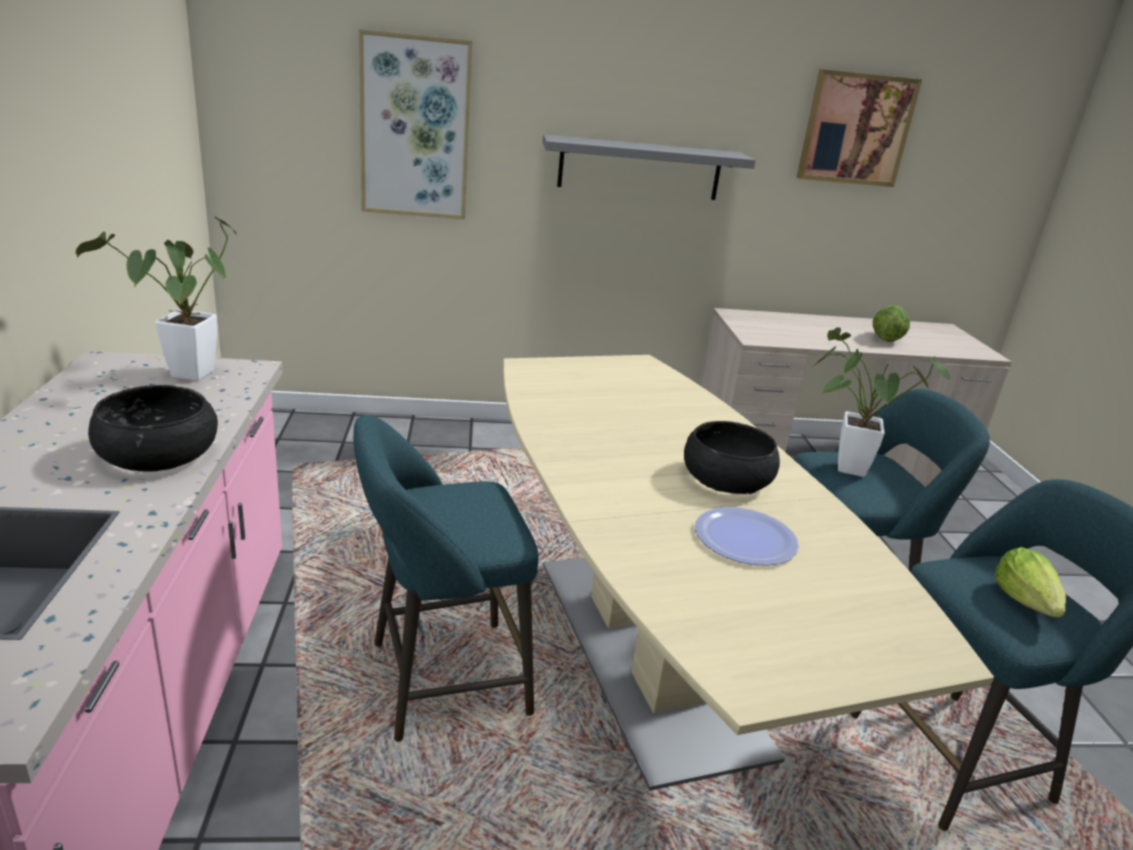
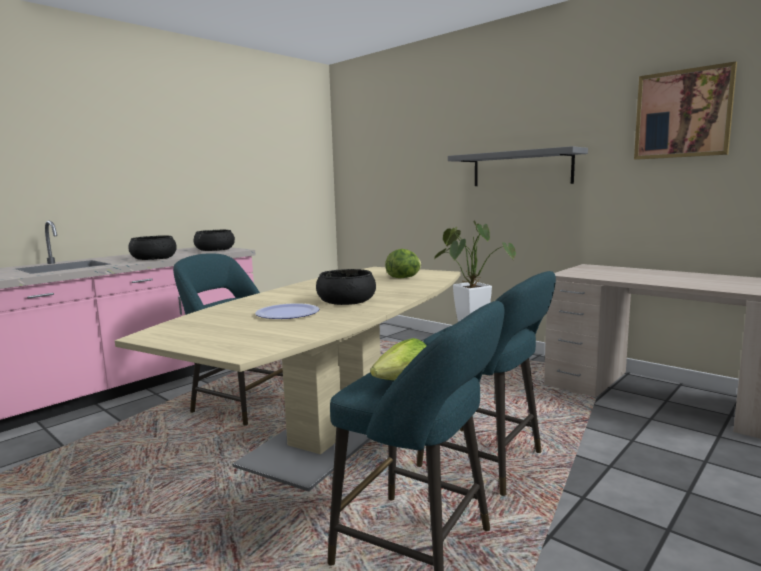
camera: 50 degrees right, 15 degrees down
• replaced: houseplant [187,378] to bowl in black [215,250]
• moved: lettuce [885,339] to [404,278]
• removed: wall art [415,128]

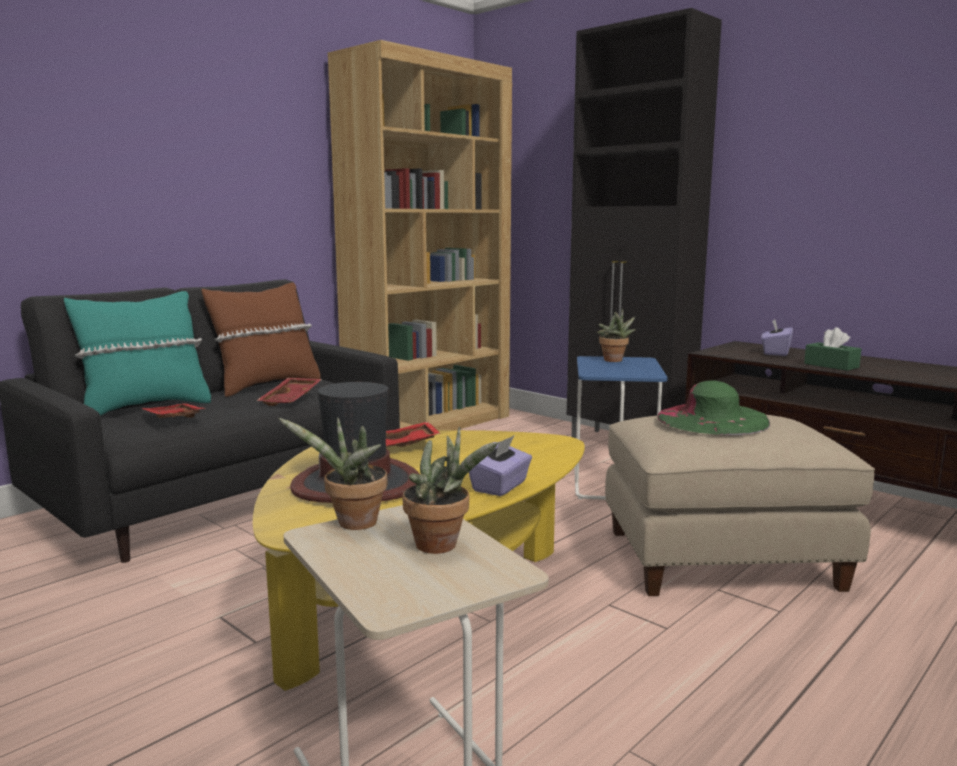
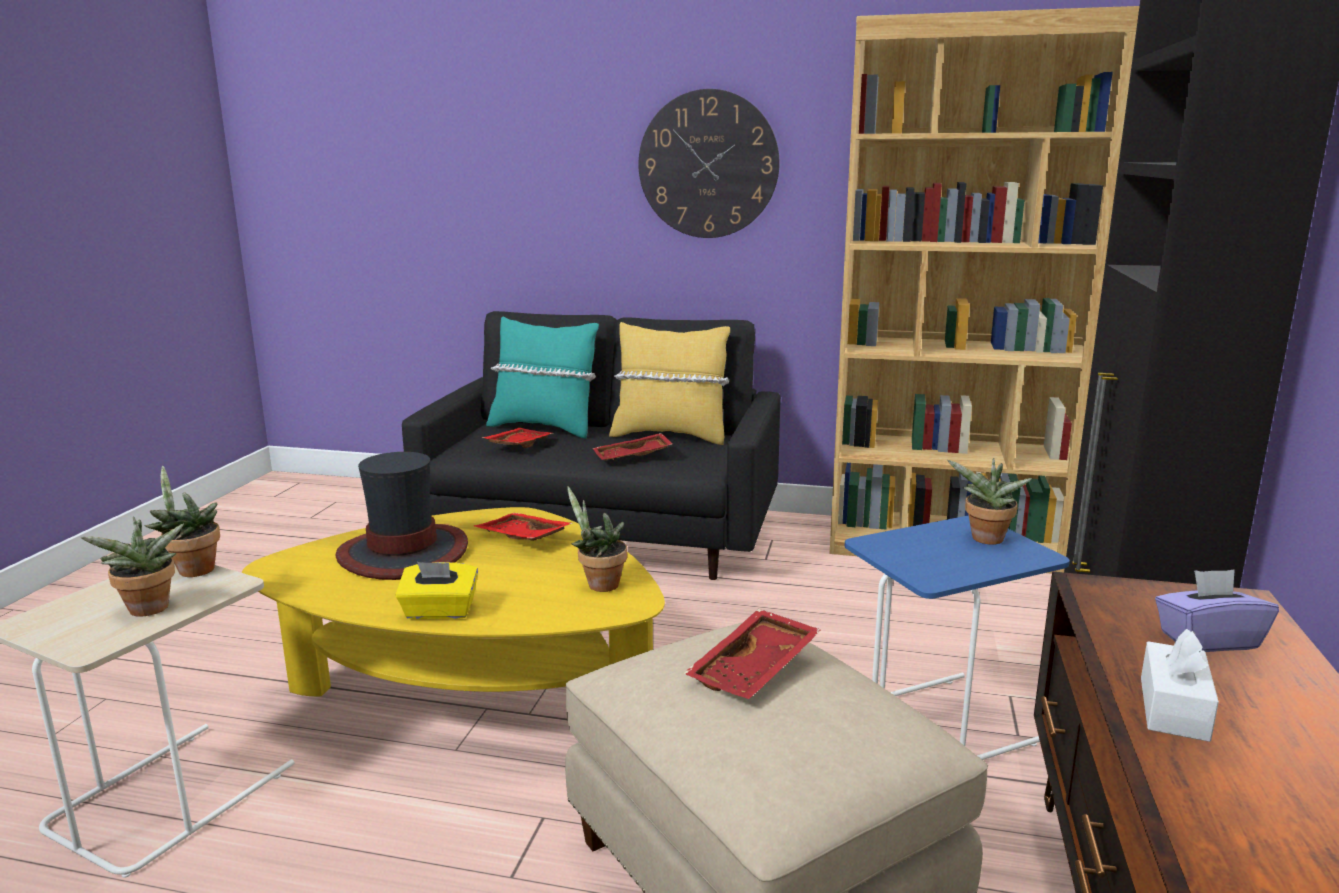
camera: 60 degrees right, 5 degrees up
• recoloured: tissue holder in purple [500,486] to tissue holder in yellow-coloured [439,612]
• added: houseplant [599,584]
• recoloured: cushion in brown [266,386] to cushion in yellow-coloured [670,435]
• added: hanging clock [708,165]
• replaced: hat in green-coloured [712,419] to carrying tray in reddish [756,670]
• recoloured: tissue holder in green-coloured [831,365] to tissue holder in white-coloured [1173,708]

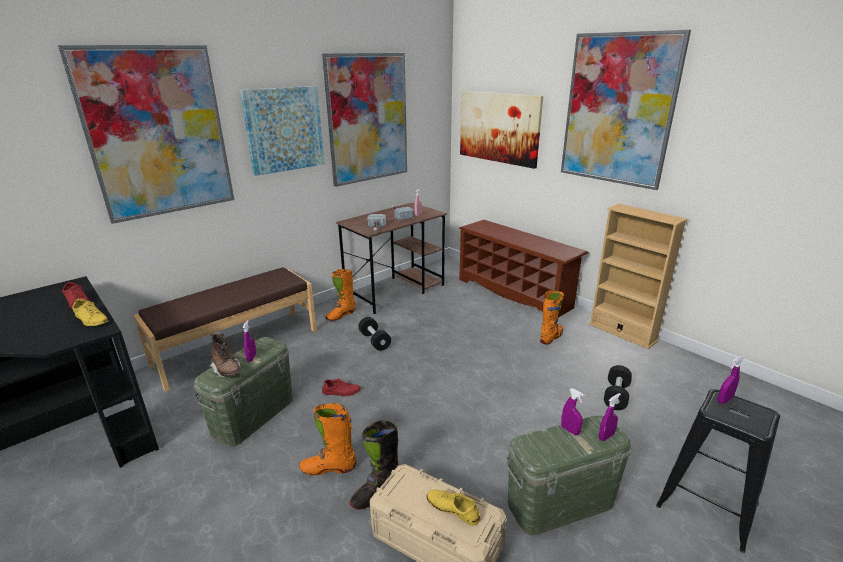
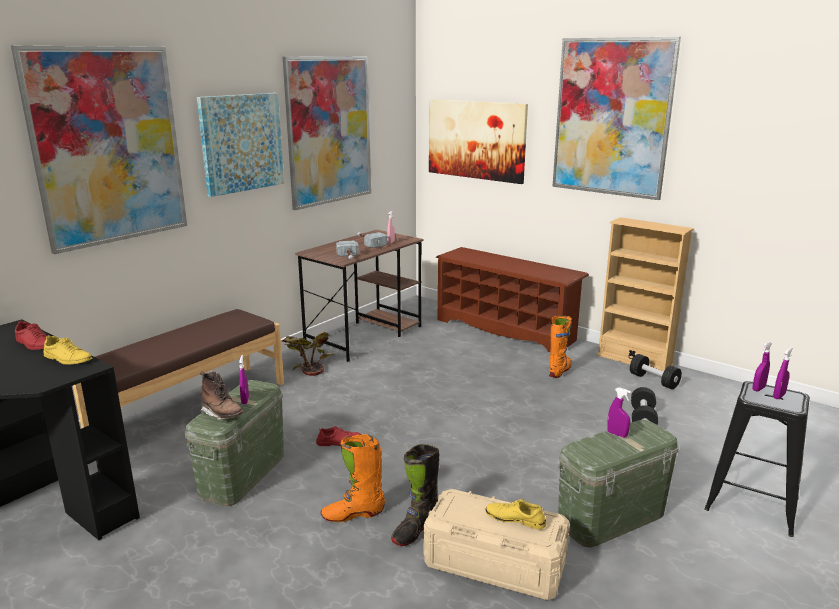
camera: 10 degrees left, 5 degrees down
• replaced: tall boot in orangey [341,315] to houseplant [307,365]
• moved: free weight in black [374,341] to [653,381]
• moved: hand sprayer in purple [606,436] to [779,396]

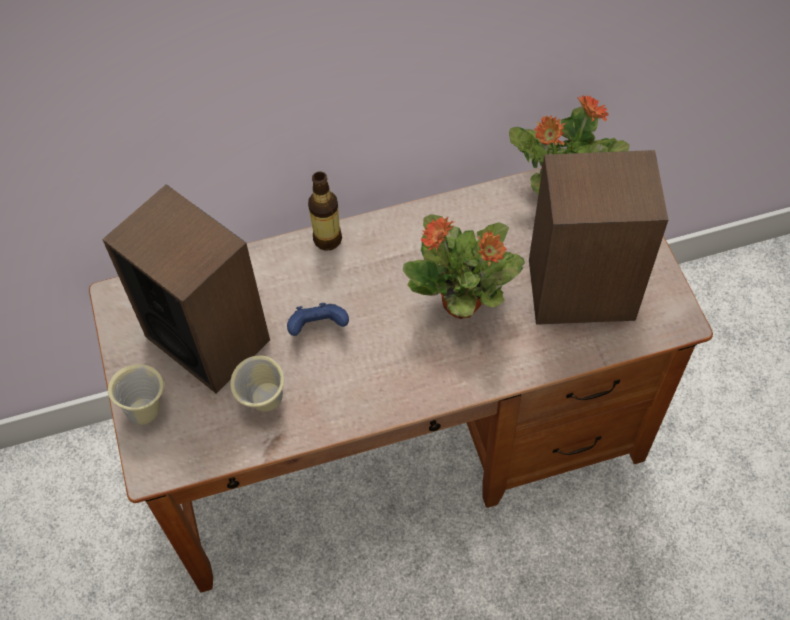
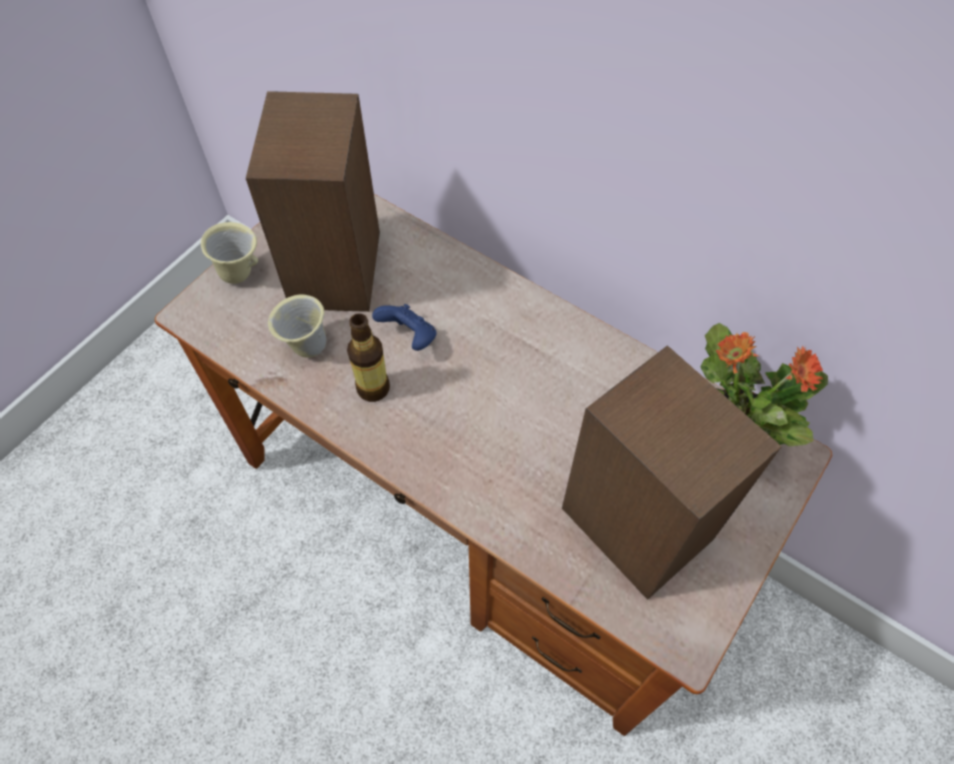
camera: 50 degrees right, 0 degrees up
• moved: beverage bottle [327,239] to [373,388]
• removed: houseplant [463,303]

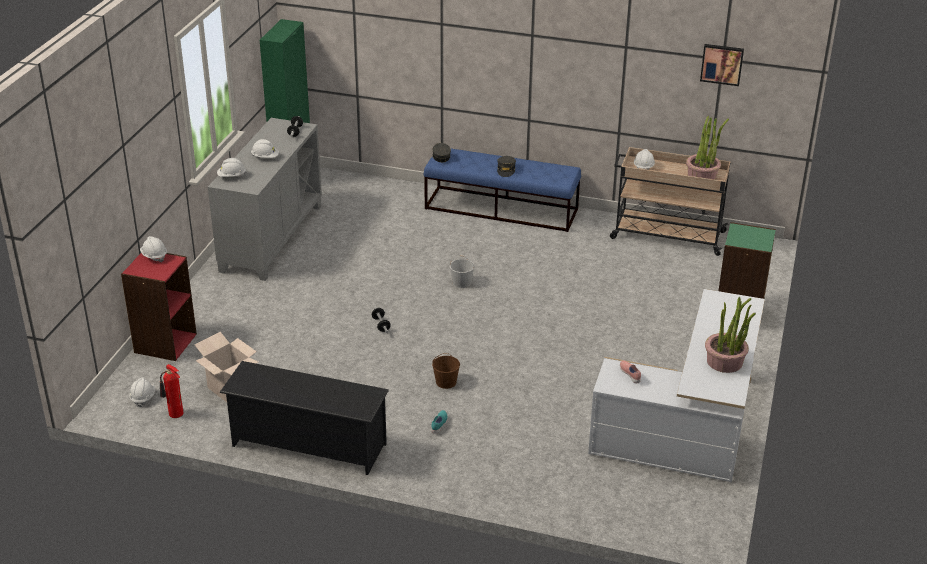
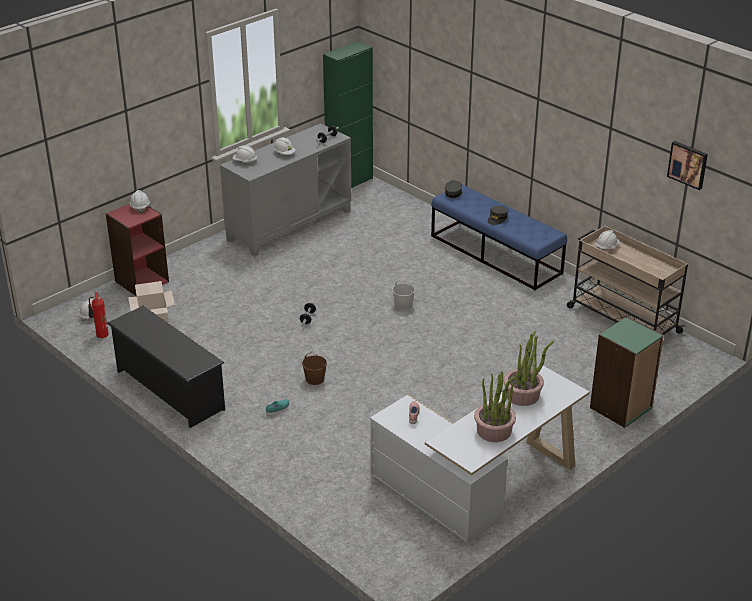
camera: 30 degrees right, 0 degrees up
• moved: houseplant [702,176] to [523,395]

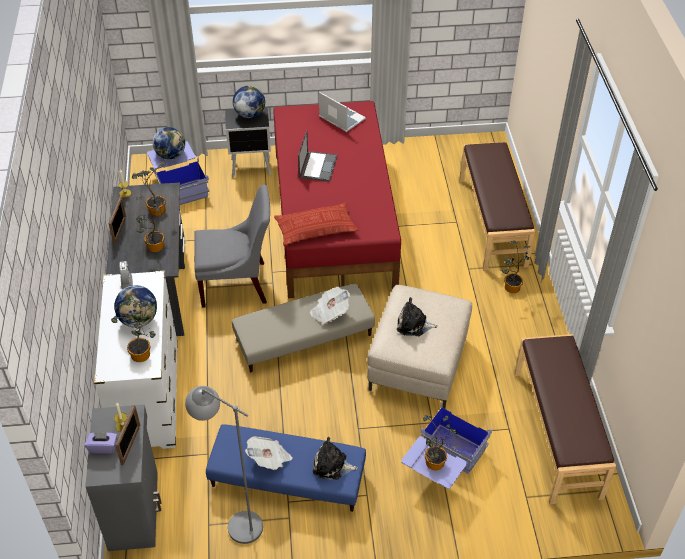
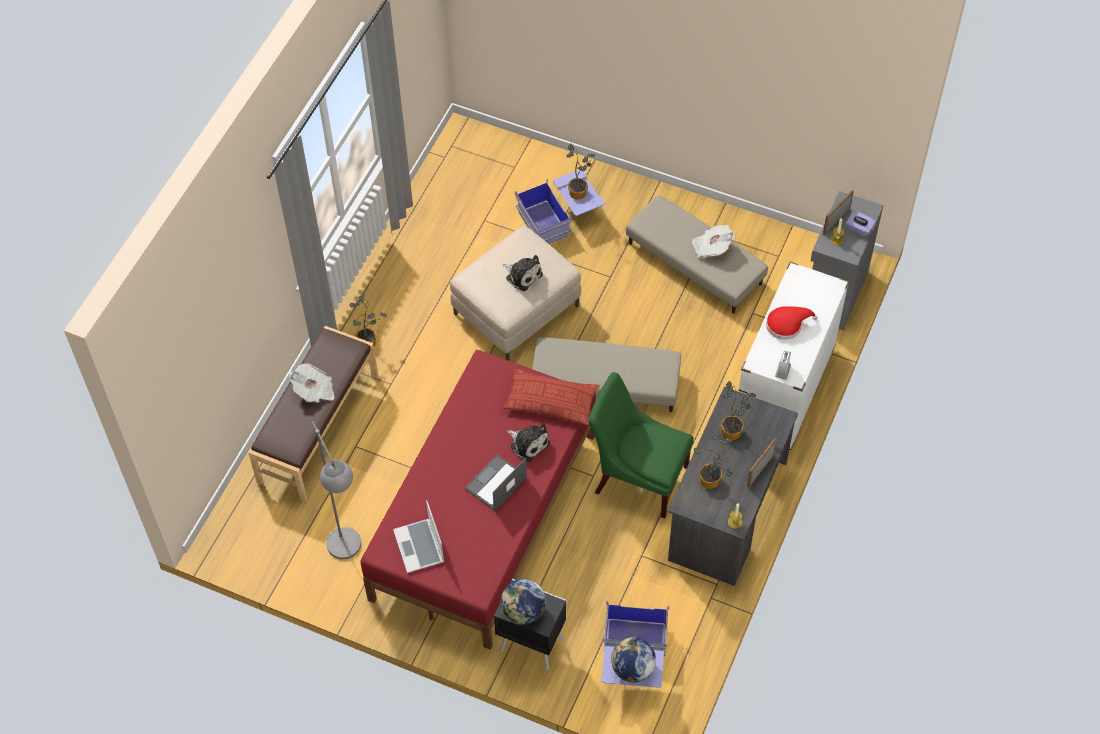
camera: 150 degrees left, 10 degrees up
• moved: daily paper [329,312] to [314,390]
• moved: floor lamp in grey [235,521] to [349,554]
• moved: soft toy [332,466] to [528,443]
• recoloured: upright chair in grey [237,284] to upright chair in green-coloured [637,476]
• recoloured: pouffe in blue-coloured [287,478] to pouffe in beige-coloured [695,263]
• replaced: world globe [139,320] to hat in reddish [787,324]
• removed: houseplant [142,356]
• removed: indoor bench in brown [557,433]

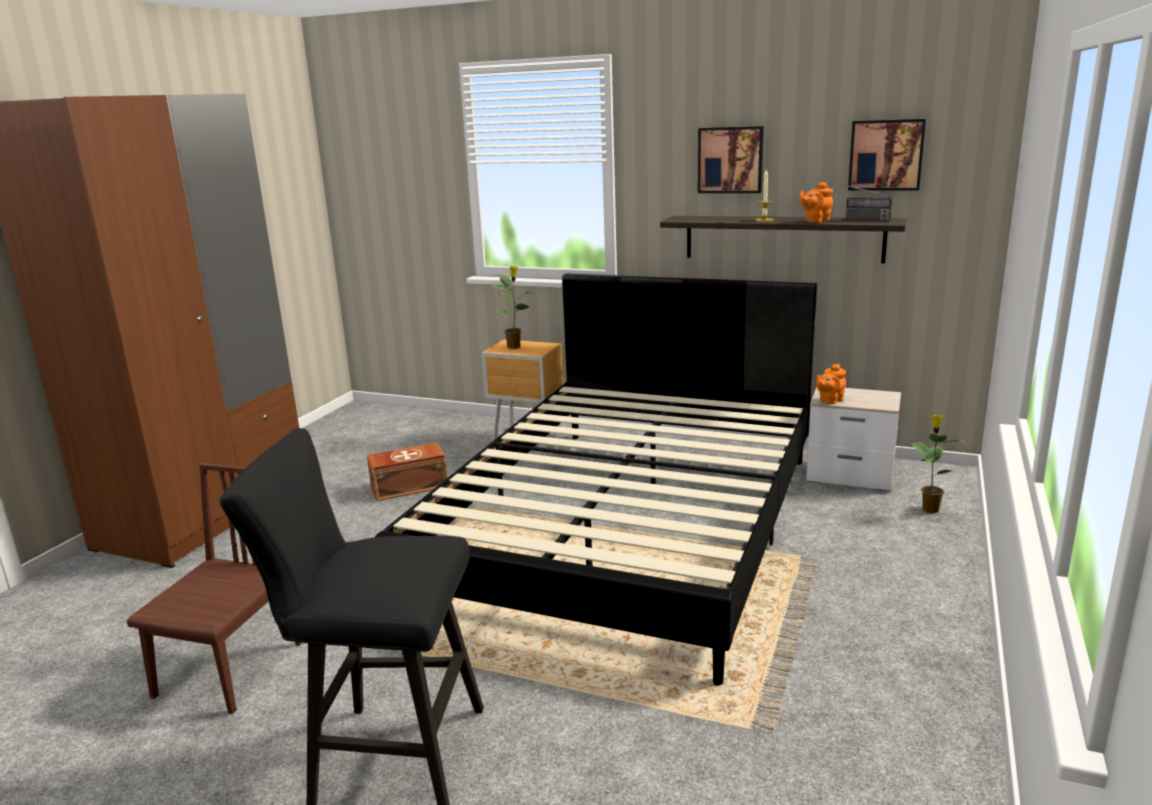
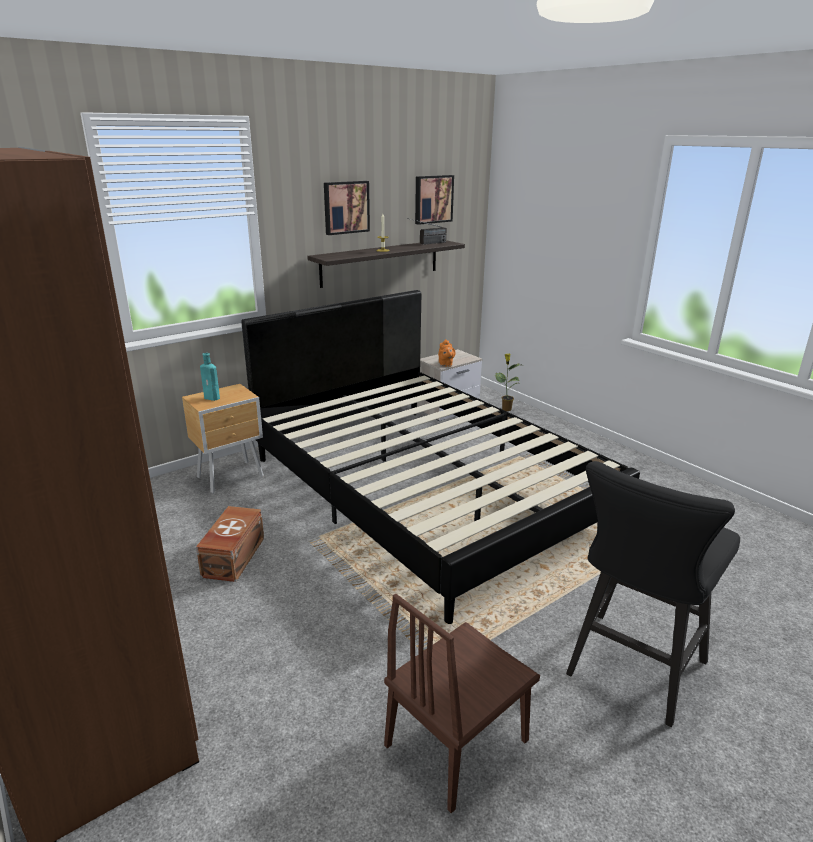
camera: 60 degrees left, 5 degrees up
• replaced: houseplant [515,347] to beverage bottle in blue-green [213,398]
• turned: upright chair in brown [229,669] = [457,742] 90 degrees counterclockwise
• removed: pot for tea in orangey [815,221]

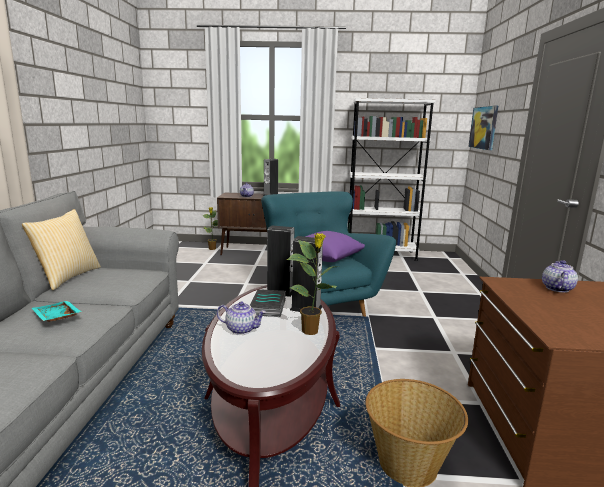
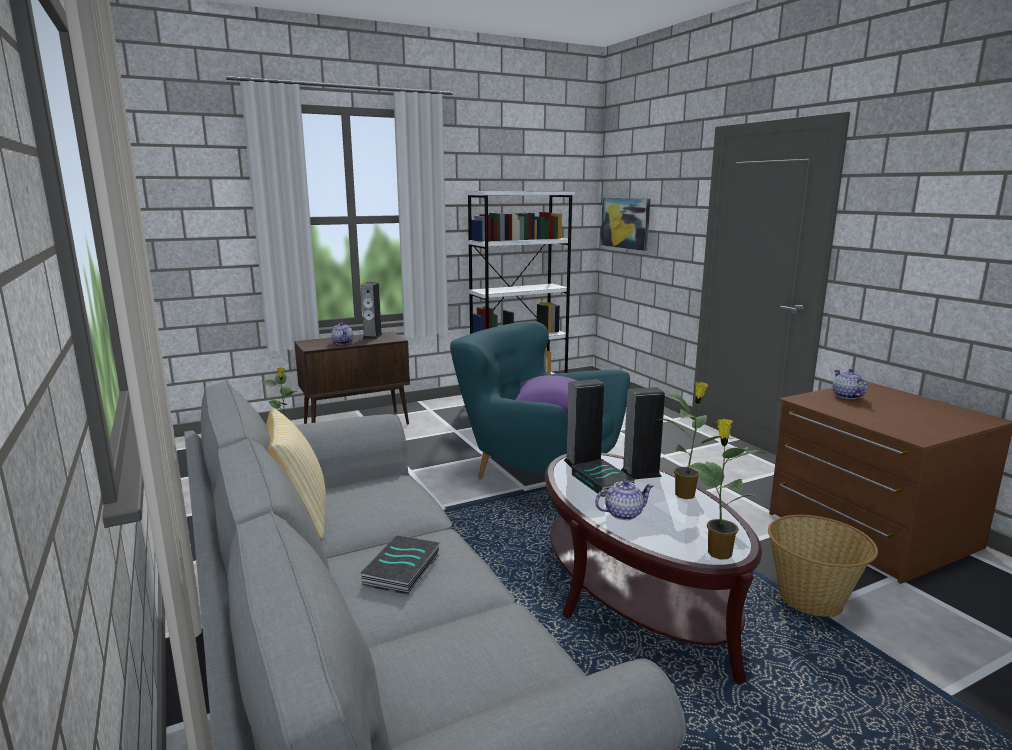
camera: 30 degrees left, 0 degrees up
• replaced: carrying tray in blue-green [56,318] to volume [403,570]
• added: houseplant [718,552]

